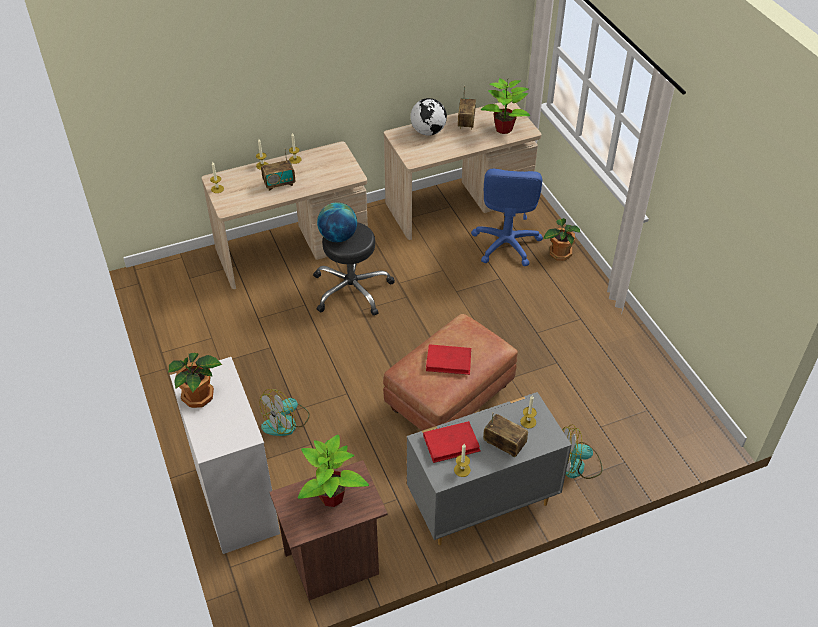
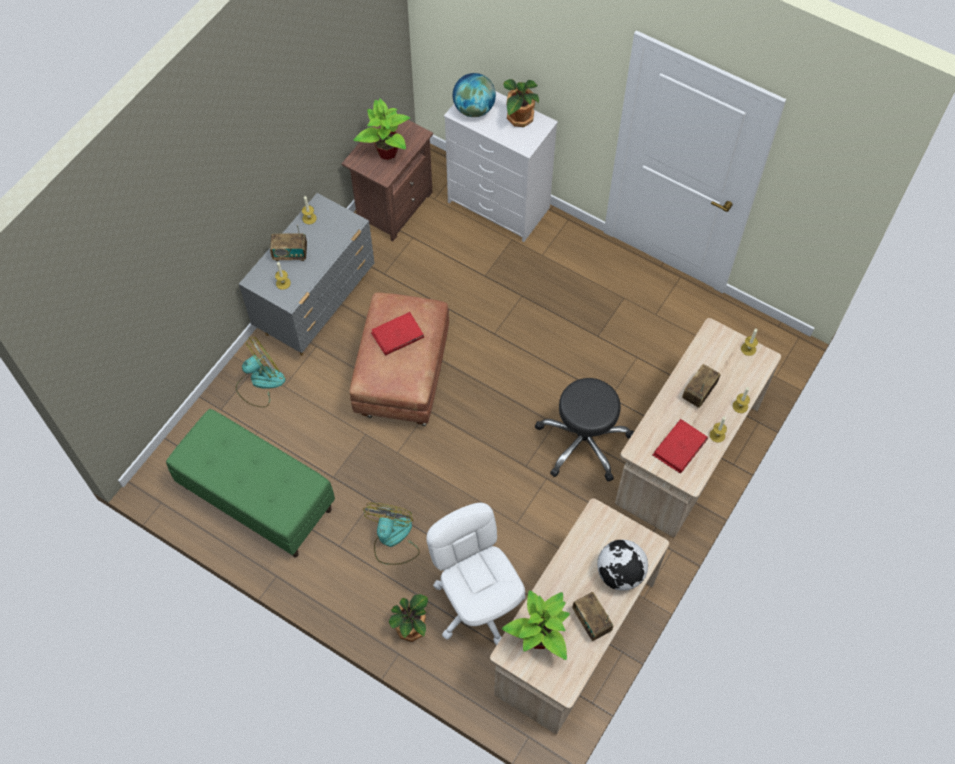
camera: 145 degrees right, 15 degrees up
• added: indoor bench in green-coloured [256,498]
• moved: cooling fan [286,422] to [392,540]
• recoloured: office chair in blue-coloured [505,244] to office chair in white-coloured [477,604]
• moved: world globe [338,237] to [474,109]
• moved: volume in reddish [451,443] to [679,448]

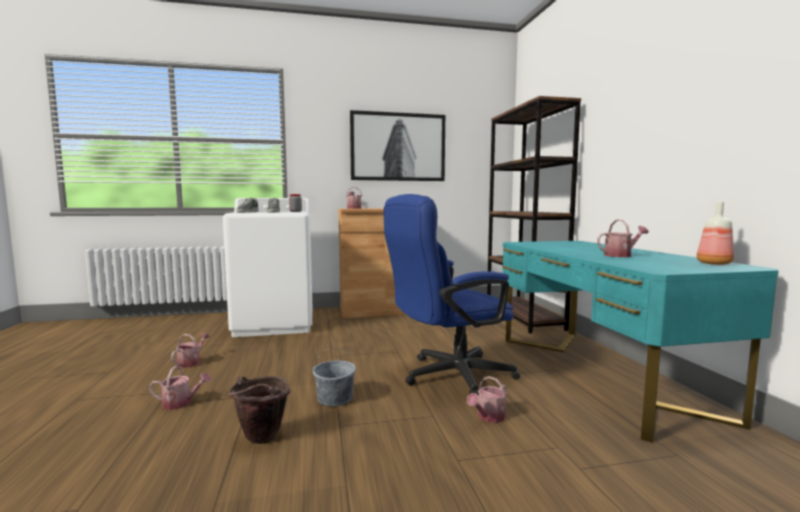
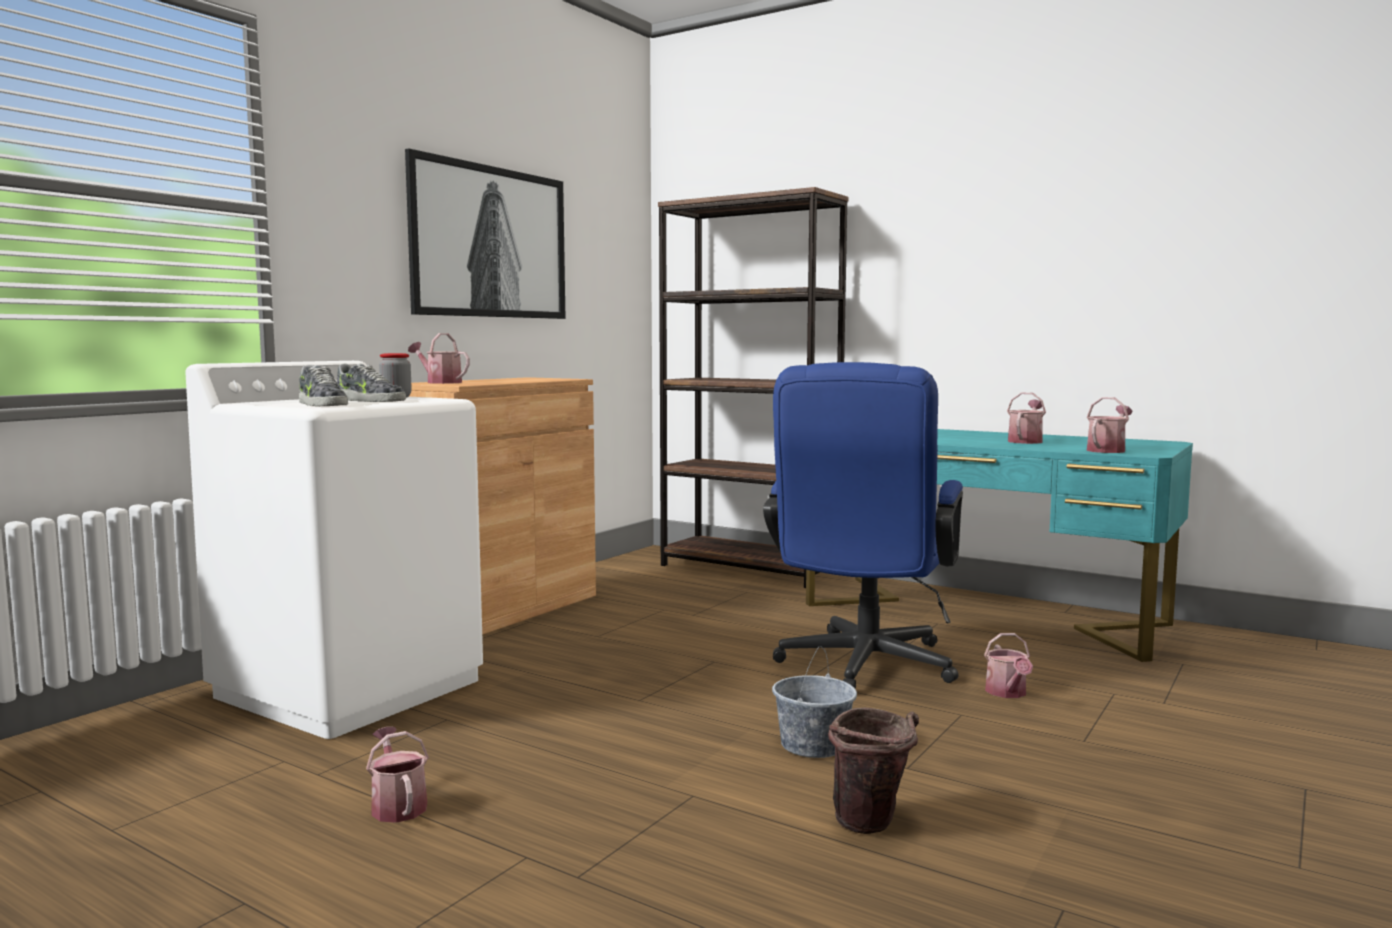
camera: 45 degrees left, 0 degrees up
• moved: watering can [181,403] to [1108,450]
• removed: beverage bottle [713,263]

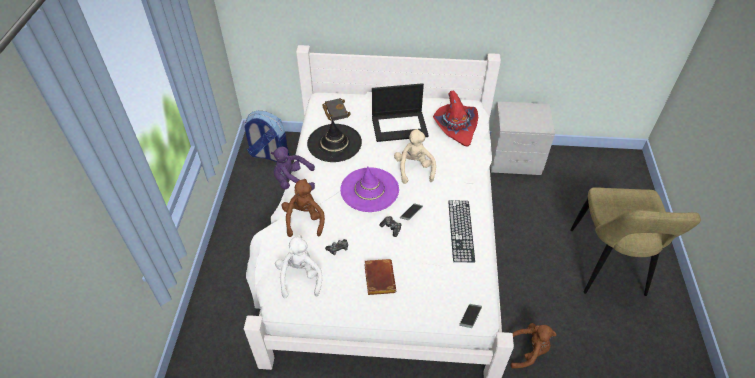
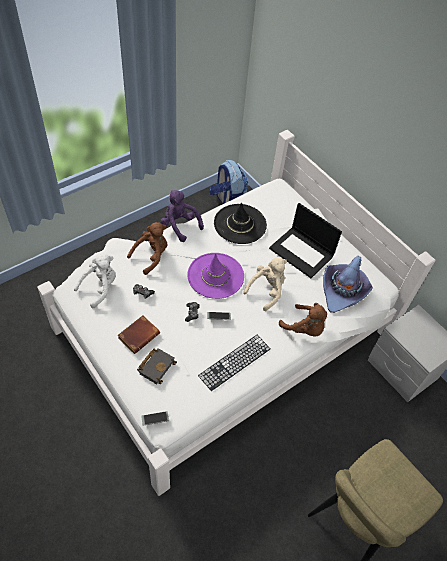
camera: 45 degrees right, 5 degrees up
• moved: volume in black [335,111] to [156,366]
• moved: soft toy in brown [528,351] to [304,328]
• recoloured: hat in reddish [455,127] to hat in purple [343,290]

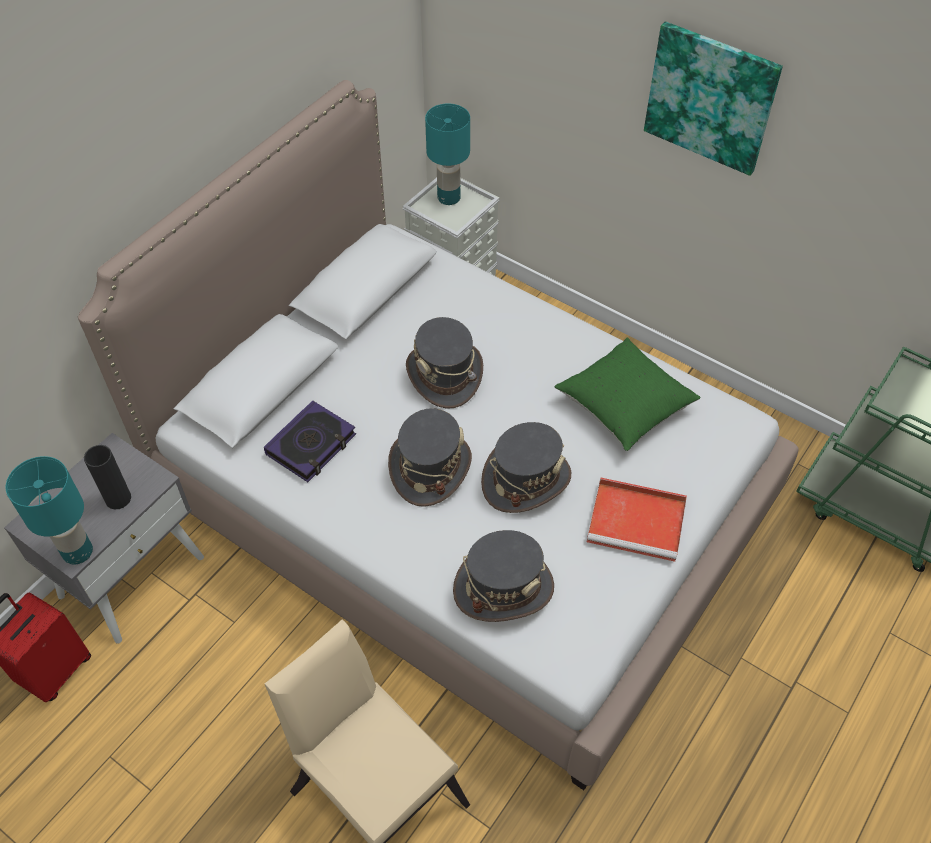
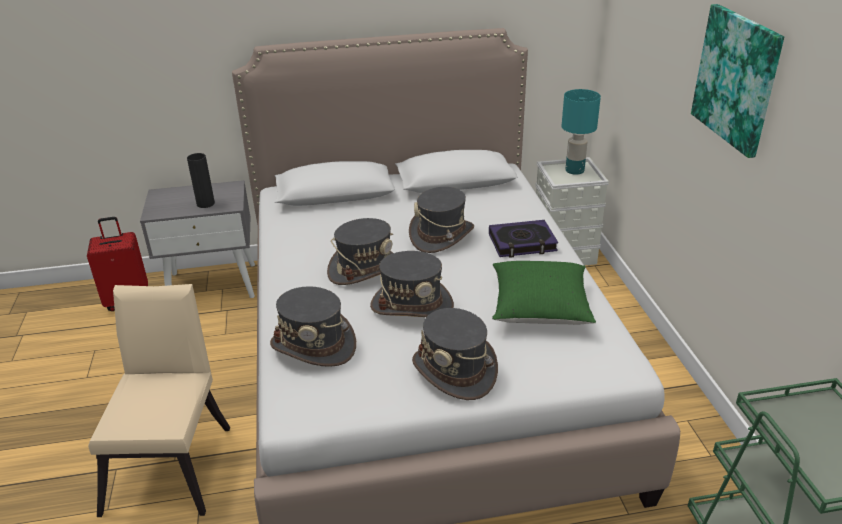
camera: 45 degrees right, 20 degrees down
• replaced: carrying tray in reddish [638,521] to hat in grey [455,370]
• moved: volume [311,445] to [522,243]
• removed: table lamp in blue-green [77,551]

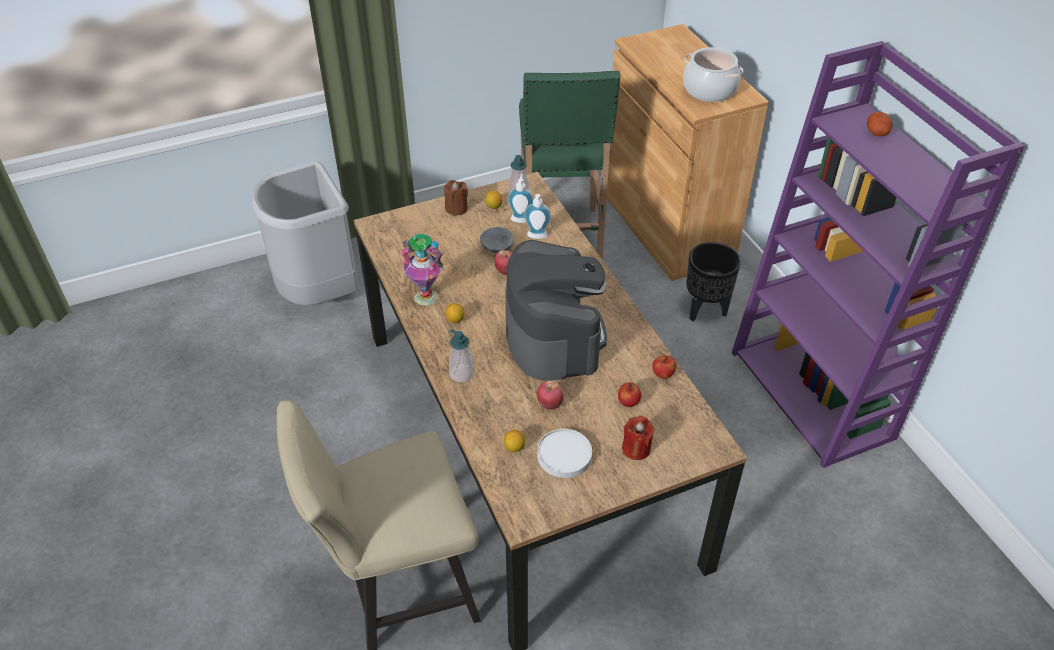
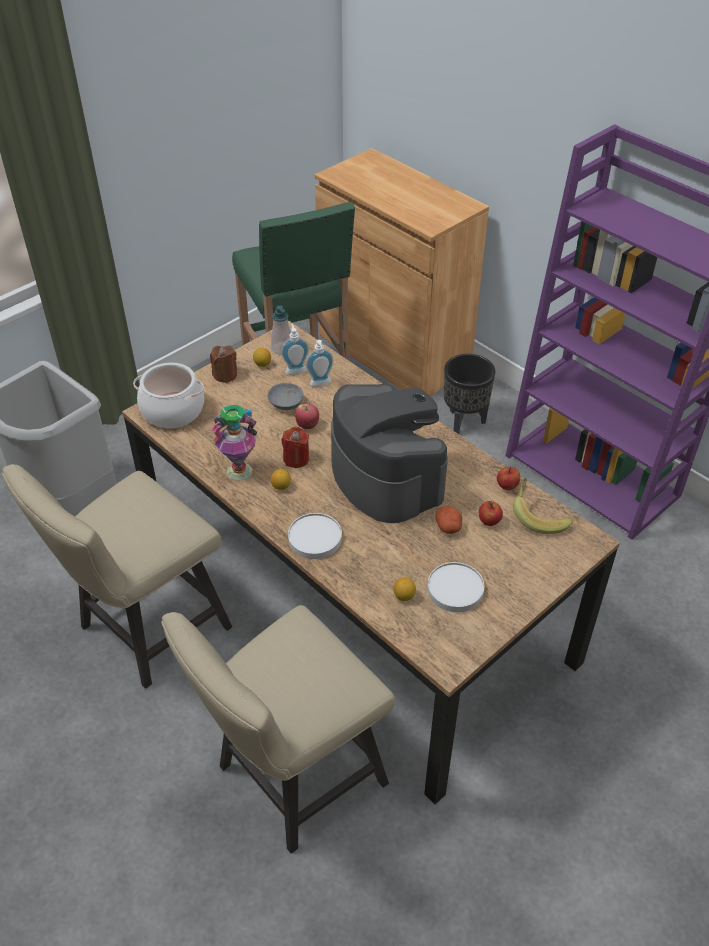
camera: 20 degrees left, 0 degrees up
• added: upright chair in beige-coloured [146,632]
• moved: cooking pot [709,90] to [172,410]
• moved: candle in reddish [636,448] to [296,459]
• replaced: liquid soap bottle [461,374] to dinner plate in white-coloured [315,538]
• moved: spud [877,132] to [448,527]
• added: banana [539,516]
• removed: whole apple [550,404]

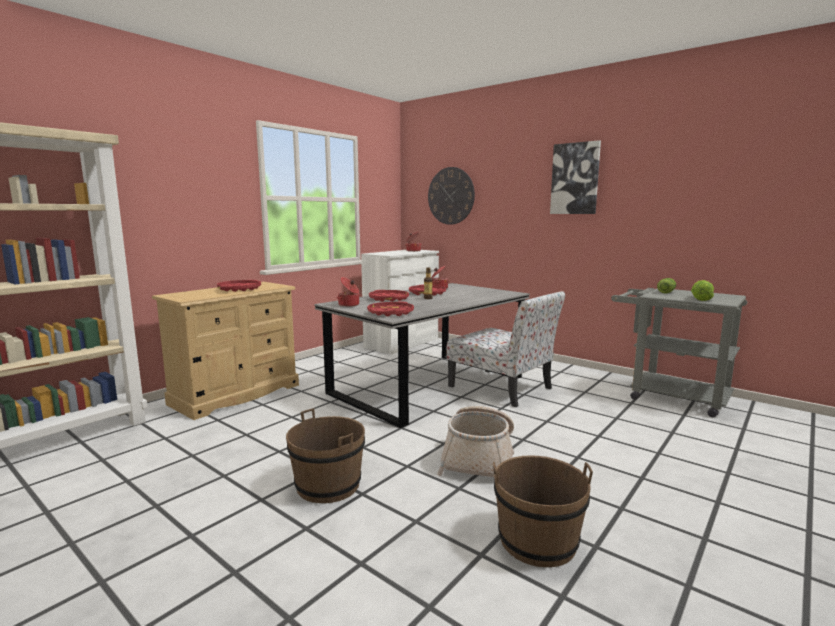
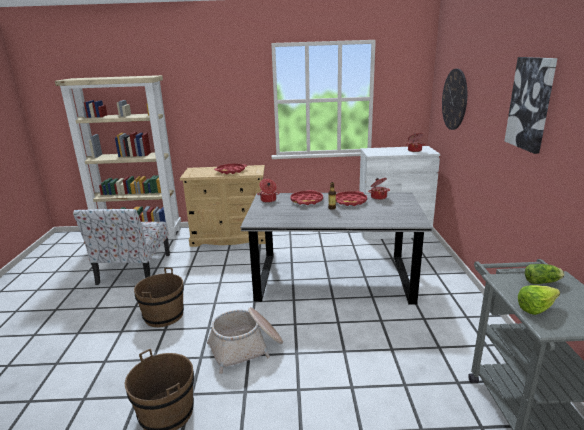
camera: 50 degrees right, 10 degrees up
• moved: upright chair [502,388] to [133,270]
• removed: carrying tray in reddish [390,313]

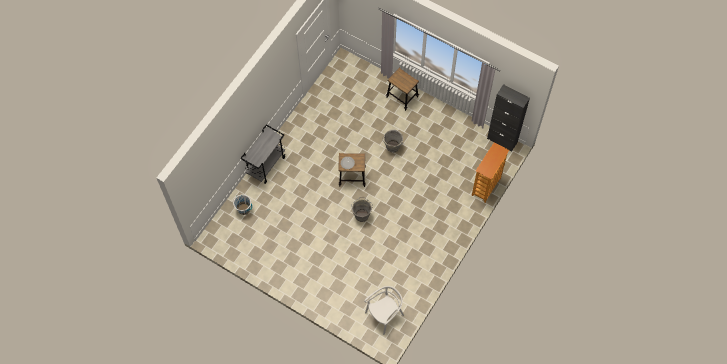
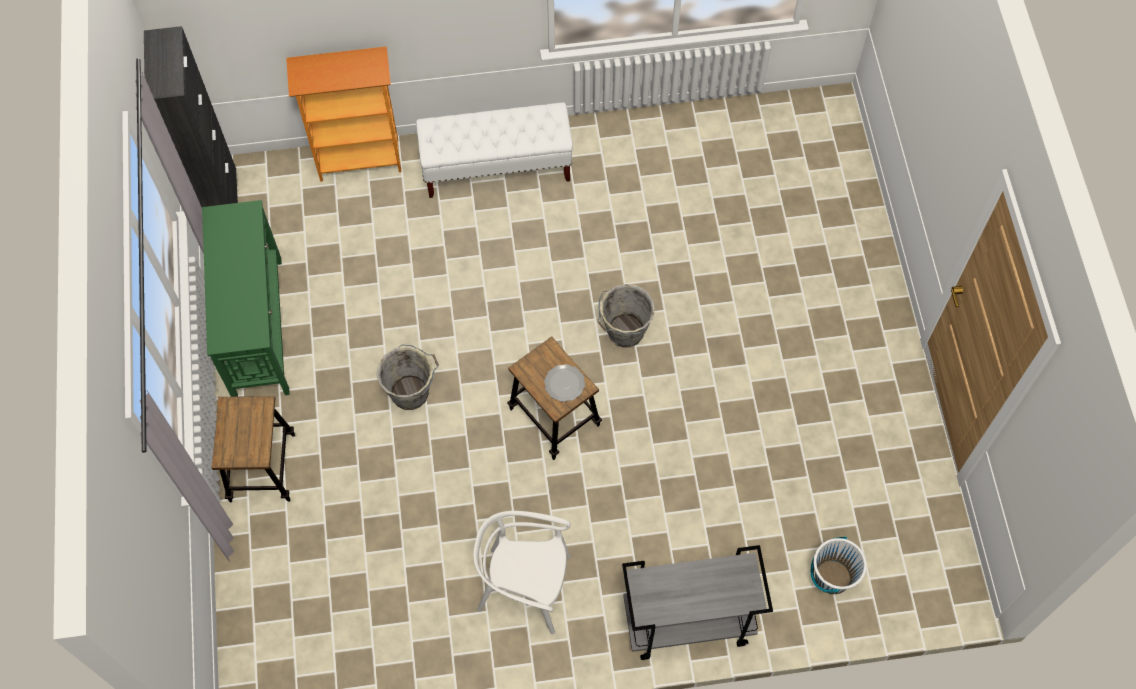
camera: 130 degrees left, 0 degrees up
• added: console table in green-coloured [258,327]
• added: indoor bench in white-coloured [497,168]
• moved: upright chair in white-coloured [384,315] to [525,587]

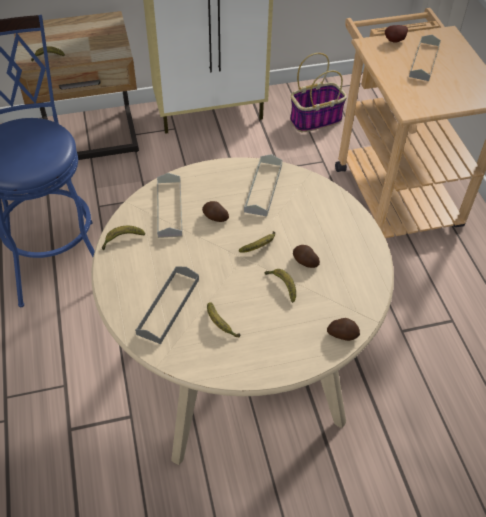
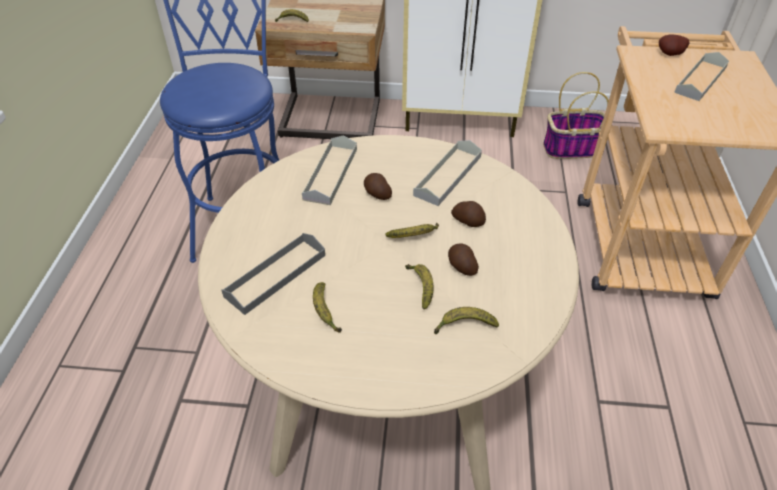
camera: 20 degrees right, 5 degrees down
• moved: banana [122,240] to [464,326]
• moved: spud [342,334] to [468,220]

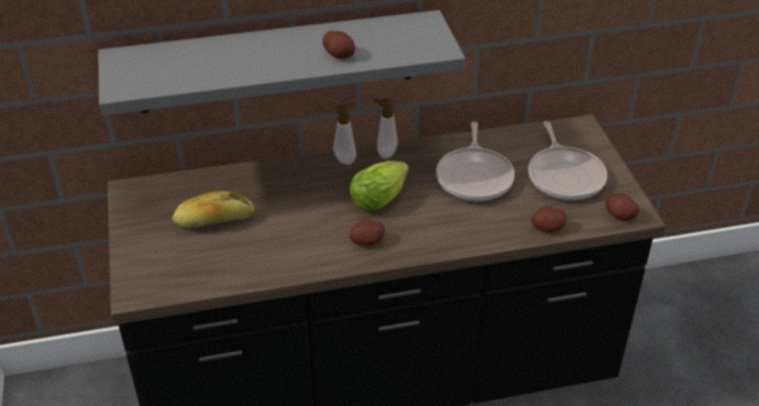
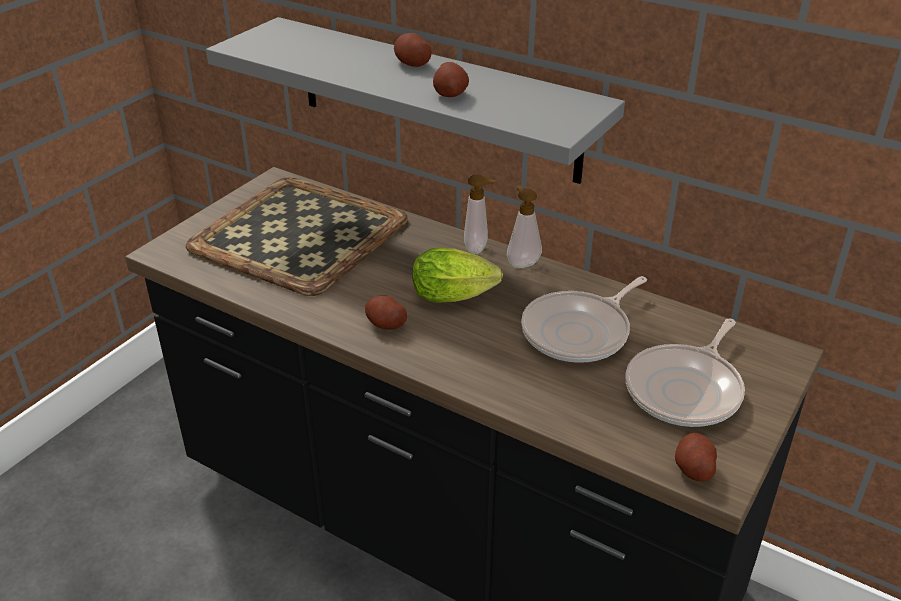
camera: 45 degrees right, 5 degrees down
• replaced: baked bread [214,220] to carrying tray [297,234]
• moved: spud [548,228] to [412,63]

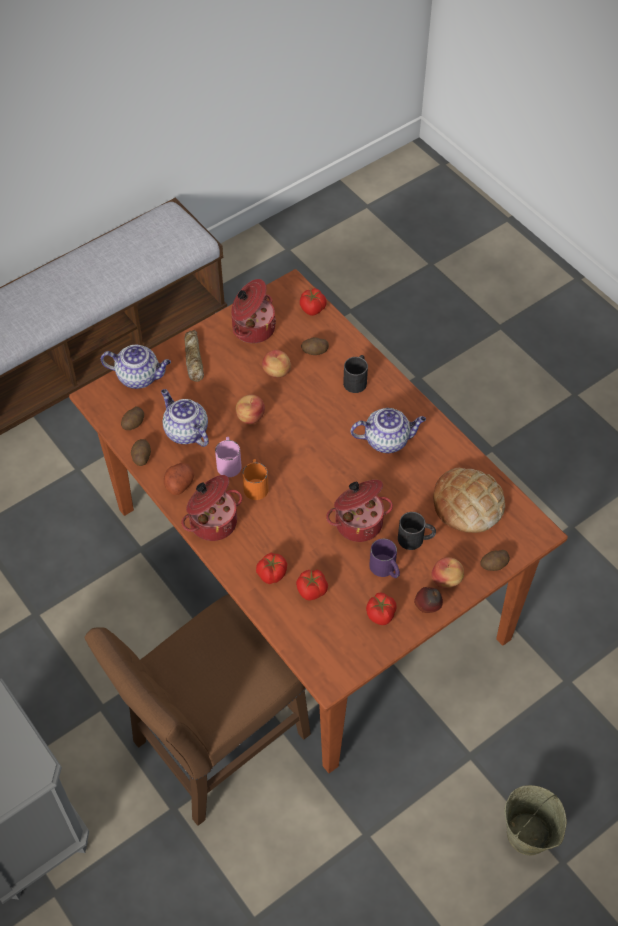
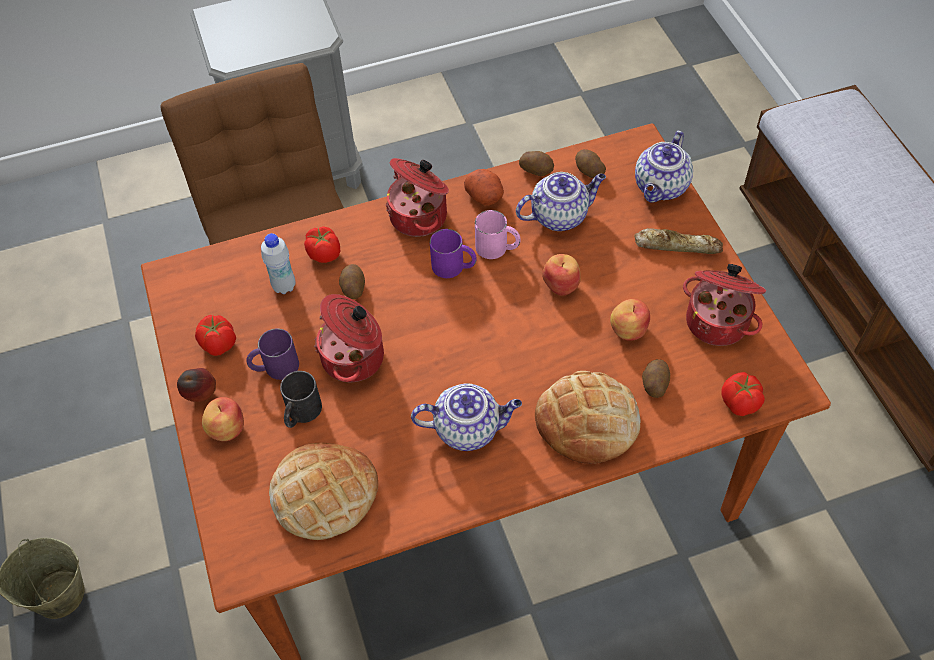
camera: 110 degrees right, 0 degrees up
• replaced: tomato [312,590] to beverage bottle in white-coloured [284,286]
• moved: spud [494,565] to [353,288]
• turned: pot for tea [387,440] = [468,429] 105 degrees counterclockwise
• recoloured: tea mug in orangey [255,484] to tea mug in purple [454,266]
• replaced: tea mug in black [356,379] to baked bread [587,422]

